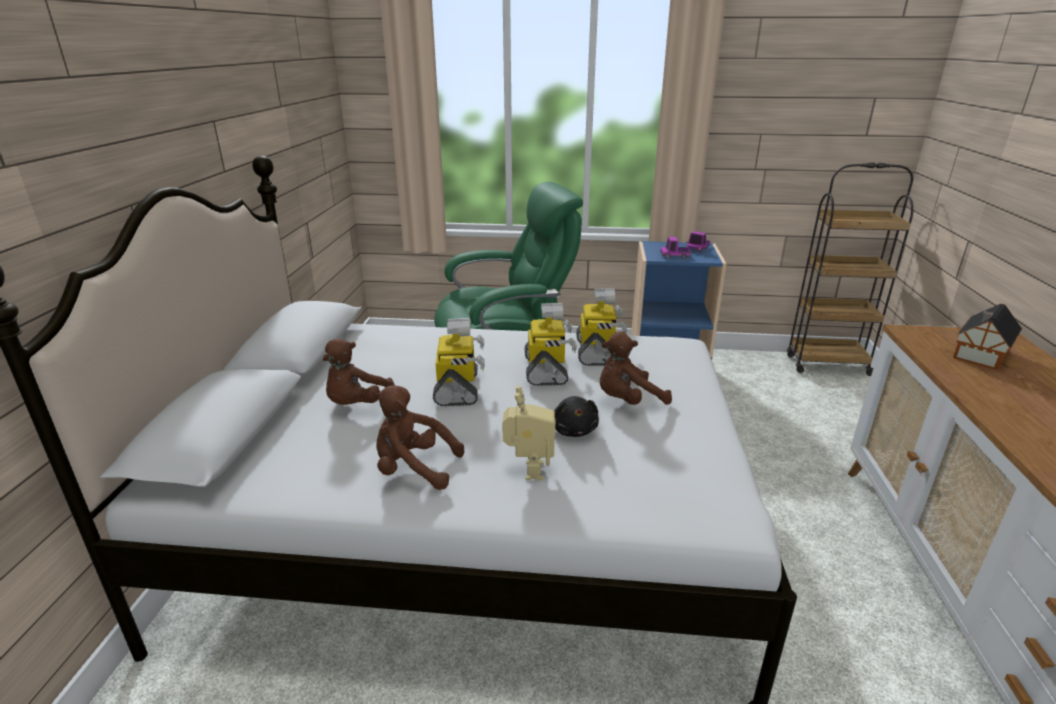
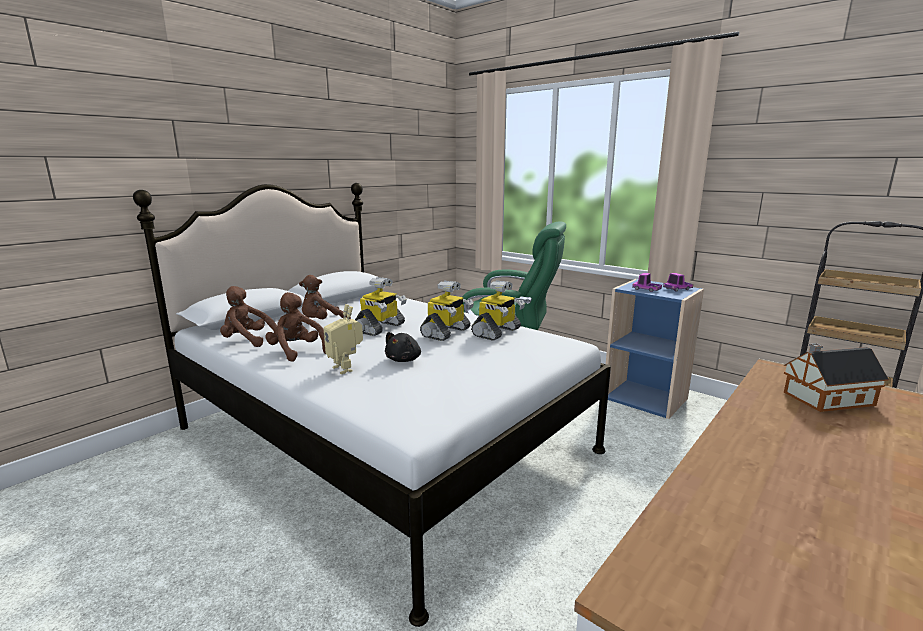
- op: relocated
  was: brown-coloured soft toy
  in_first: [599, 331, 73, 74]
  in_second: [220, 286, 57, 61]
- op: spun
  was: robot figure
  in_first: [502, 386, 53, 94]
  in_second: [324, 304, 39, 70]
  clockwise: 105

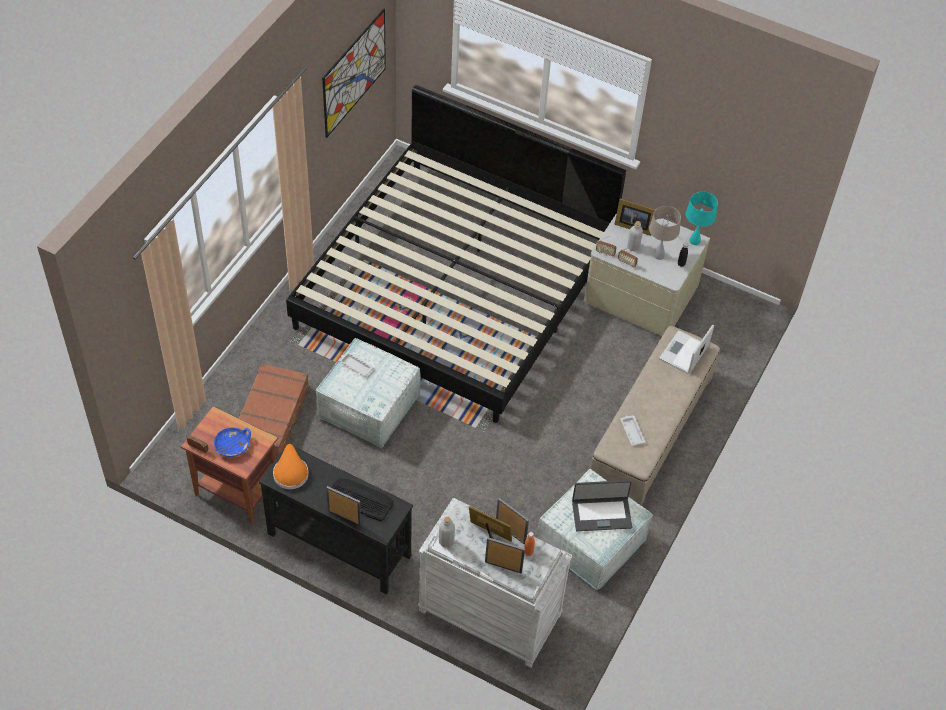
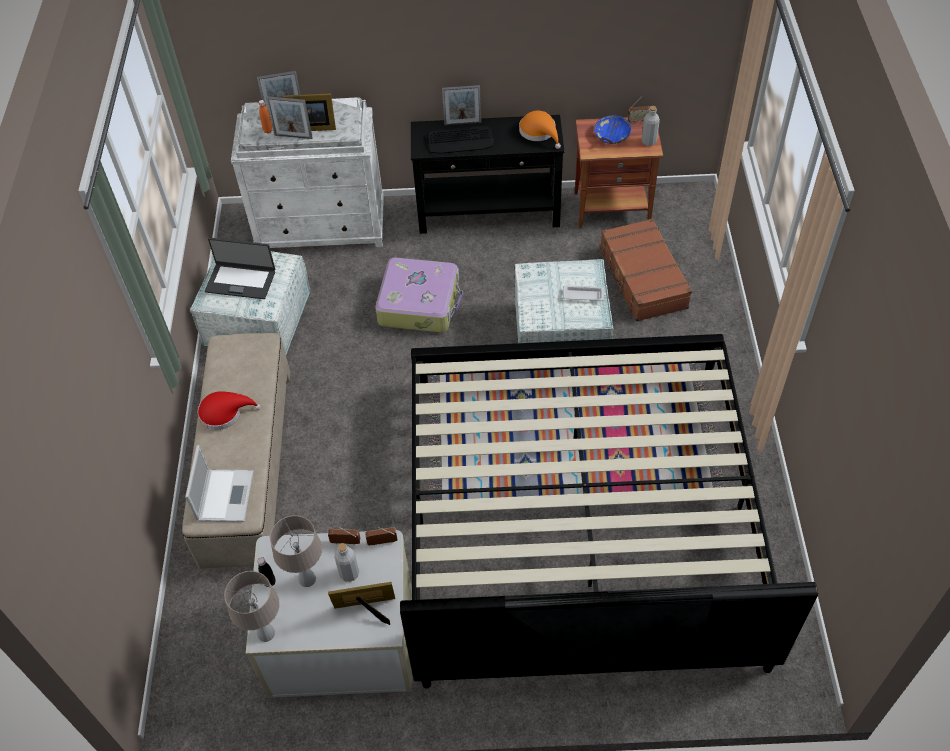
- op: missing
  was: picture
  in_first: [322, 9, 64, 129]
- op: missing
  was: white-coloured tray
  in_first: [620, 415, 25, 31]
- op: appeared
  now: red-coloured clothing hat
  in_second: [197, 391, 64, 39]
- op: appeared
  now: piece of luggage
  in_second: [375, 257, 88, 75]
- op: relocated
  was: gray drink bottle
  in_first: [439, 517, 16, 31]
  in_second: [642, 106, 18, 40]
- op: colour
  was: blue-green tabletop lamp
  now: beige tabletop lamp
  in_first: [686, 191, 32, 54]
  in_second: [224, 571, 56, 71]
- op: spun
  was: portable computer
  in_first: [572, 480, 60, 51]
  in_second: [205, 238, 70, 61]
  clockwise: -135

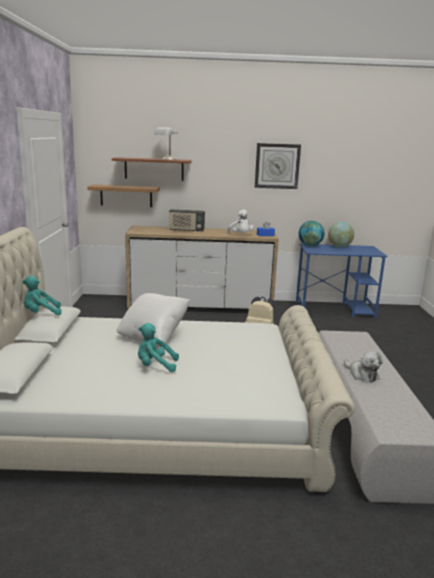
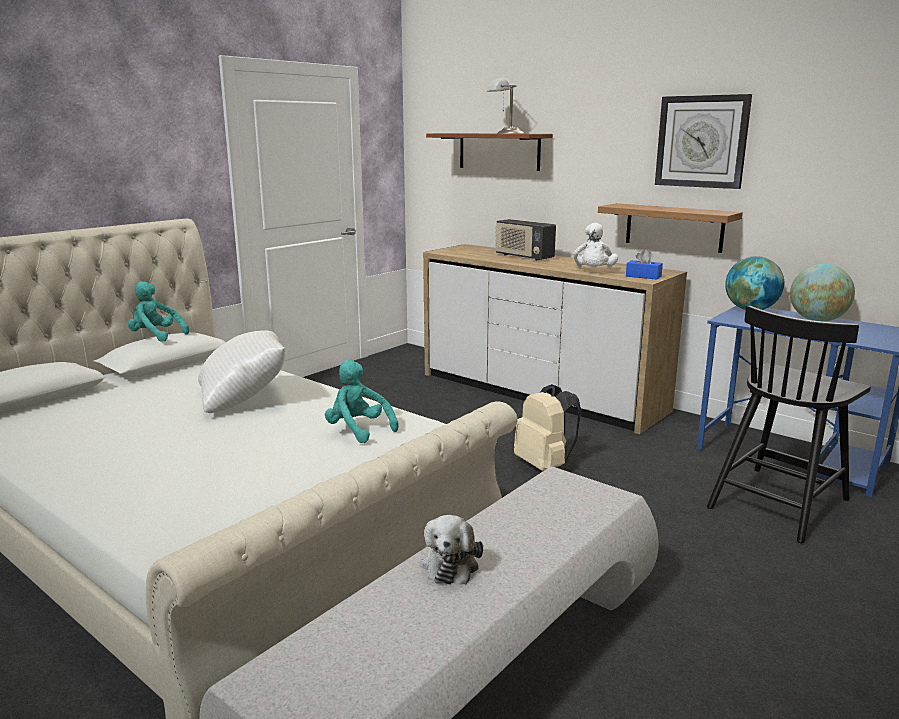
- op: appeared
  now: black-coloured plain chair
  in_second: [707, 306, 164, 237]
- op: relocated
  was: shelf
  in_first: [87, 185, 73, 22]
  in_second: [598, 203, 145, 50]
- op: relocated
  was: blue-green soft toy
  in_first: [138, 323, 41, 49]
  in_second: [325, 360, 74, 83]

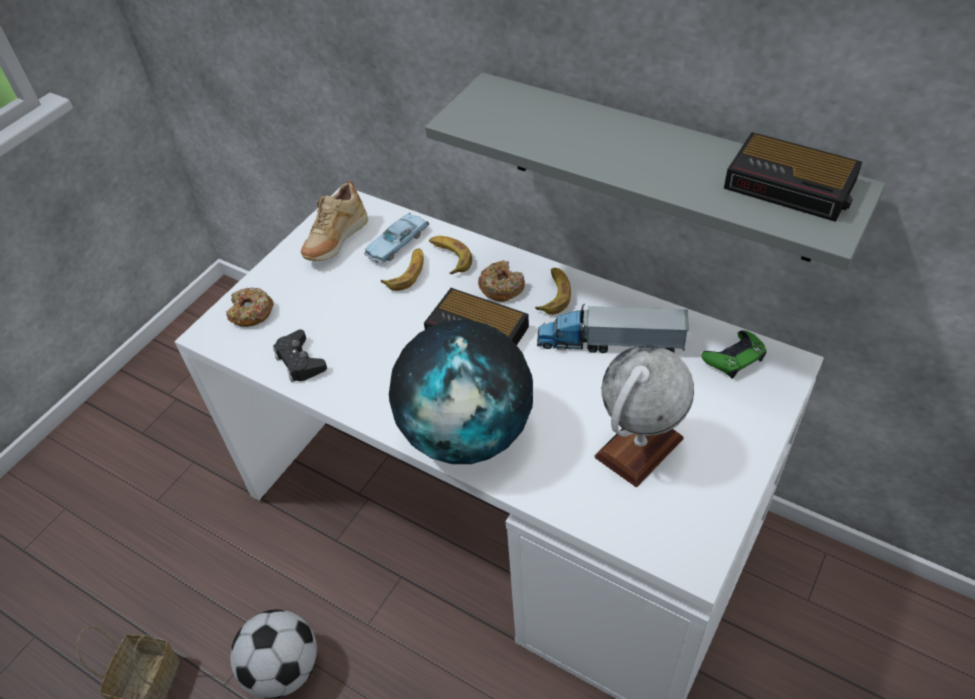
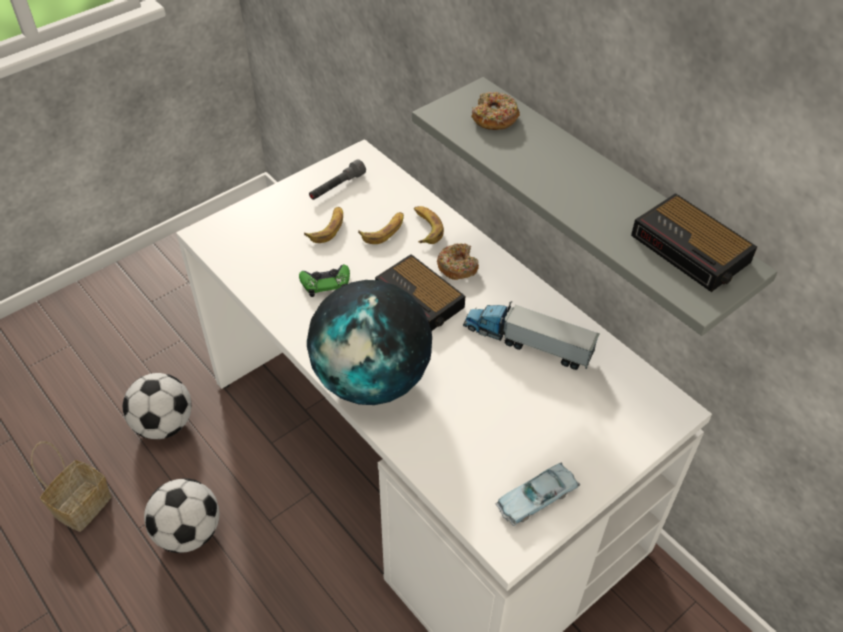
- op: missing
  was: black-coloured joypad
  in_first: [273, 330, 54, 52]
- op: missing
  was: world globe
  in_first: [594, 345, 100, 142]
- op: appeared
  now: ball for football
  in_second: [123, 373, 69, 66]
- op: relocated
  was: donut
  in_first: [226, 287, 48, 40]
  in_second: [471, 92, 49, 38]
- op: relocated
  was: blue model car
  in_first: [364, 213, 65, 51]
  in_second: [495, 463, 85, 63]
- op: relocated
  was: banana fruit
  in_first: [535, 268, 36, 47]
  in_second: [304, 207, 39, 36]
- op: relocated
  was: green-coloured joypad
  in_first: [702, 330, 65, 48]
  in_second: [299, 264, 51, 33]
- op: exchanged
  was: beige shoe
  now: gray flashlight
  in_first: [301, 181, 67, 80]
  in_second: [309, 159, 57, 41]

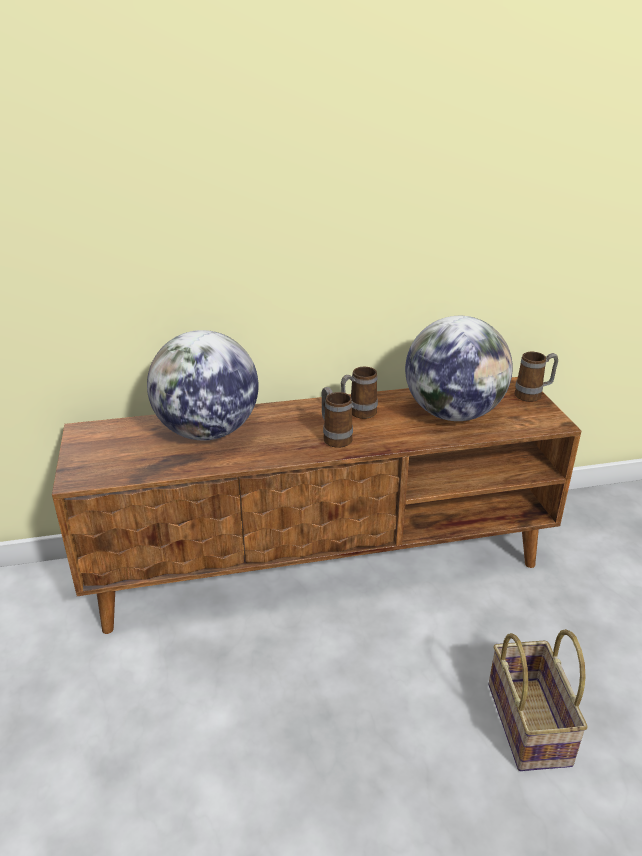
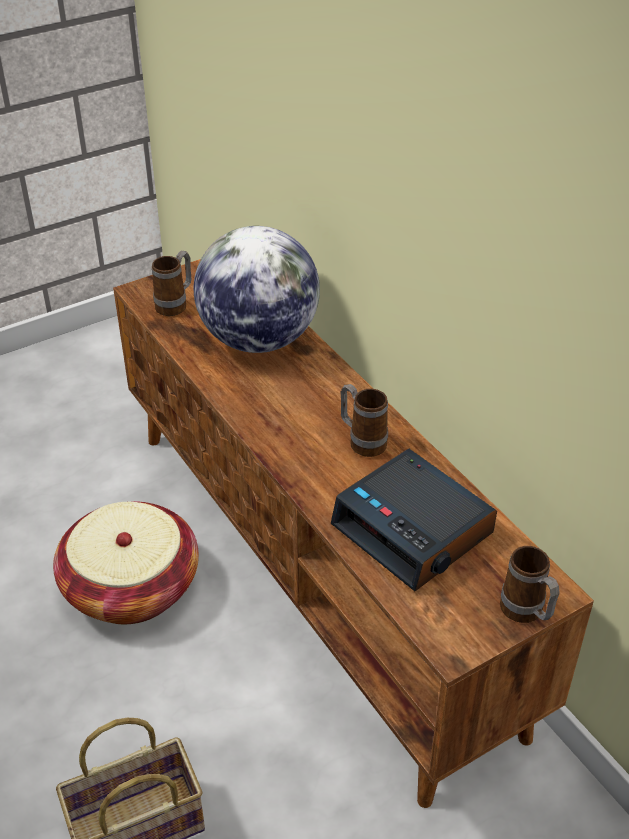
- op: appeared
  now: basket
  in_second: [53, 501, 146, 123]
- op: relocated
  was: mug
  in_first: [321, 387, 32, 61]
  in_second: [152, 251, 39, 65]
- op: exchanged
  was: world globe
  now: alarm clock
  in_first: [405, 316, 108, 105]
  in_second: [331, 449, 166, 142]

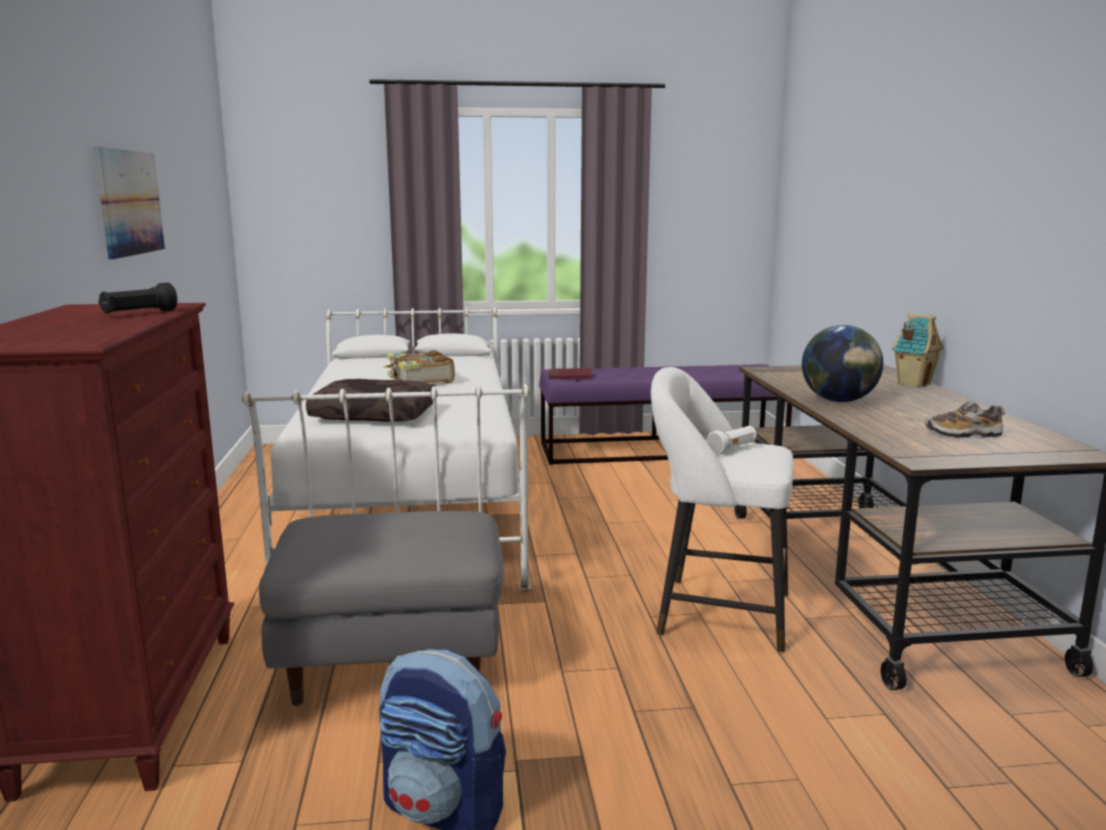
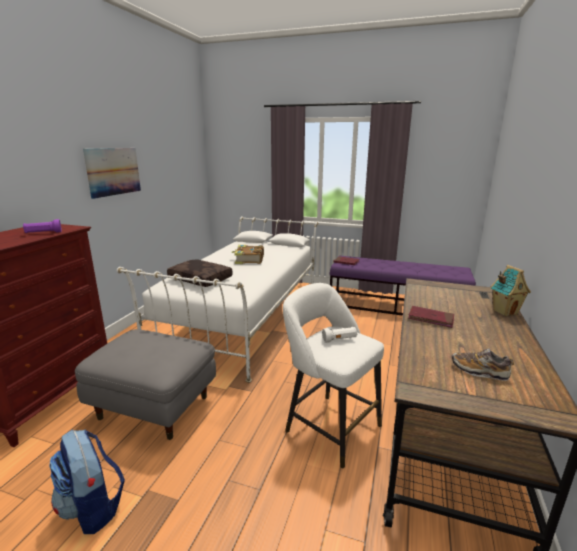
- op: exchanged
  was: world globe
  now: red-coloured volume
  in_first: [802, 325, 81, 77]
  in_second: [408, 306, 46, 22]
- op: colour
  was: black-coloured flashlight
  now: purple-coloured flashlight
  in_first: [98, 282, 79, 31]
  in_second: [23, 219, 39, 14]

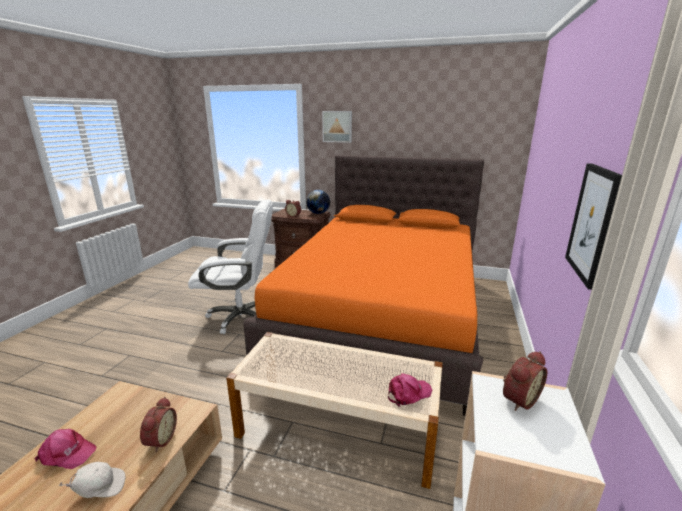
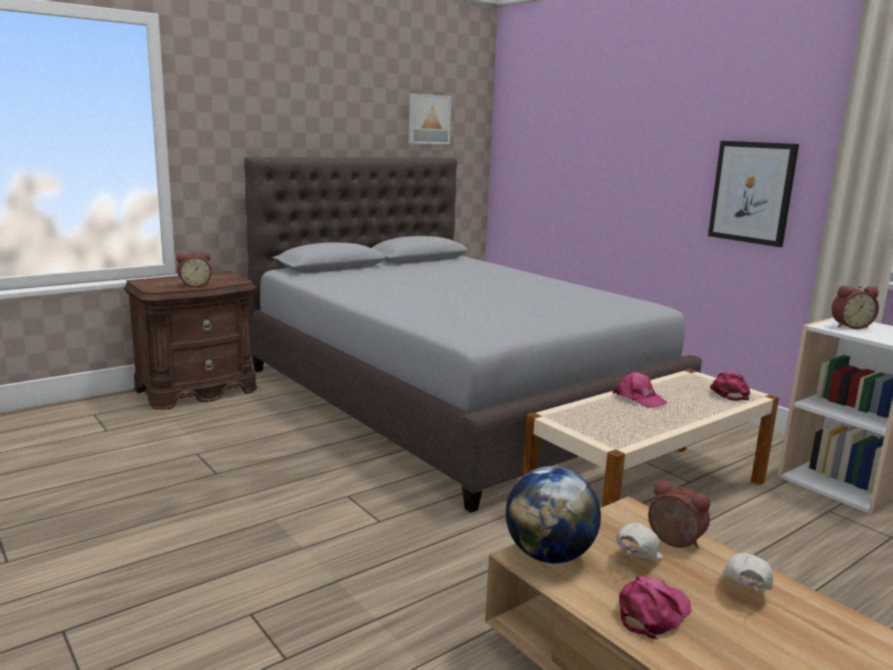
- op: missing
  was: white-coloured computer chair
  in_first: [188, 199, 85, 135]
- op: appeared
  now: pink baseball cap
  in_second: [613, 372, 55, 36]
- op: appeared
  now: white-coloured baseball cap
  in_second: [616, 523, 47, 37]
- op: relocated
  was: world globe
  in_first: [306, 190, 24, 24]
  in_second: [506, 466, 95, 97]
- op: relocated
  was: picture
  in_first: [322, 111, 30, 32]
  in_second: [409, 94, 42, 50]
- op: colour
  was: orangey sleeping bed
  now: gray sleeping bed
  in_first: [244, 155, 240, 261]
  in_second: [244, 157, 458, 356]
- op: spun
  was: alarm clock
  in_first: [503, 351, 44, 60]
  in_second: [831, 286, 48, 43]
  clockwise: 90

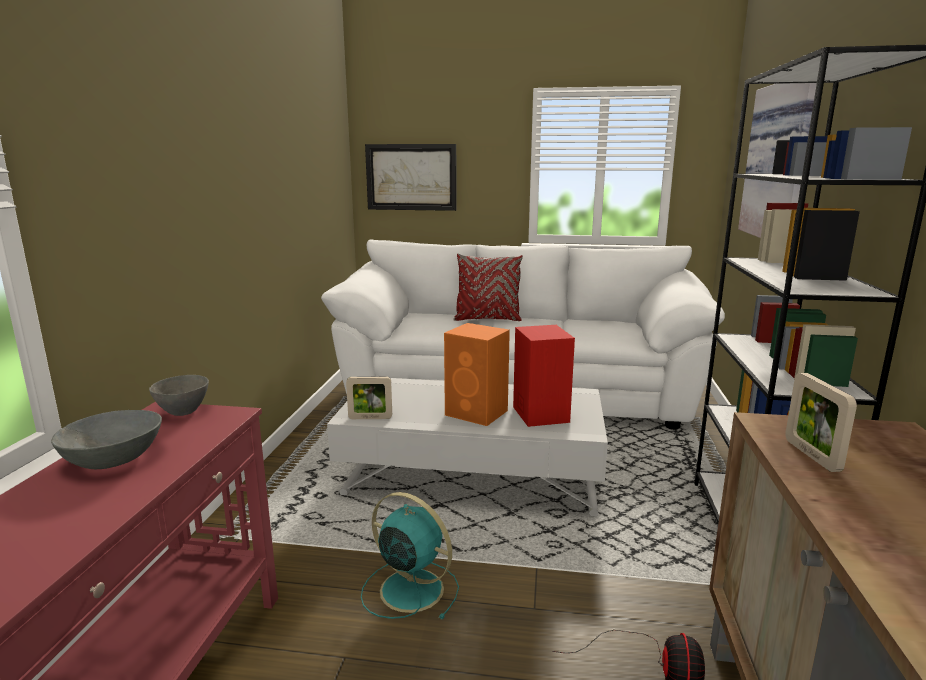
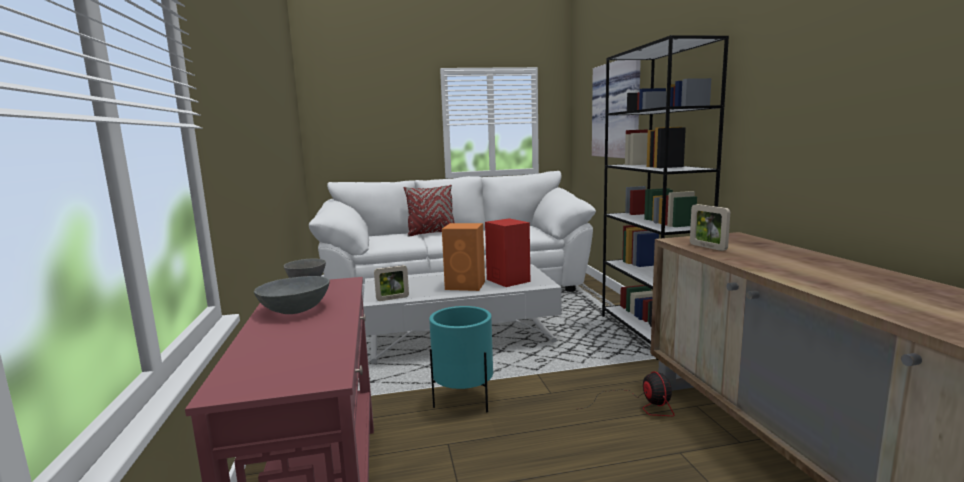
- op: missing
  was: picture
  in_first: [365, 144, 92, 67]
- op: exchanged
  was: blue-green cooling fan
  now: blue-green flower pot
  in_first: [361, 492, 98, 127]
  in_second: [429, 306, 64, 106]

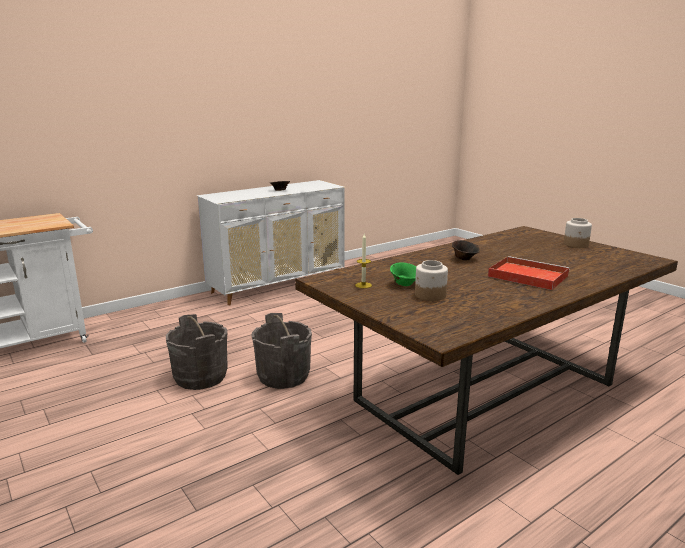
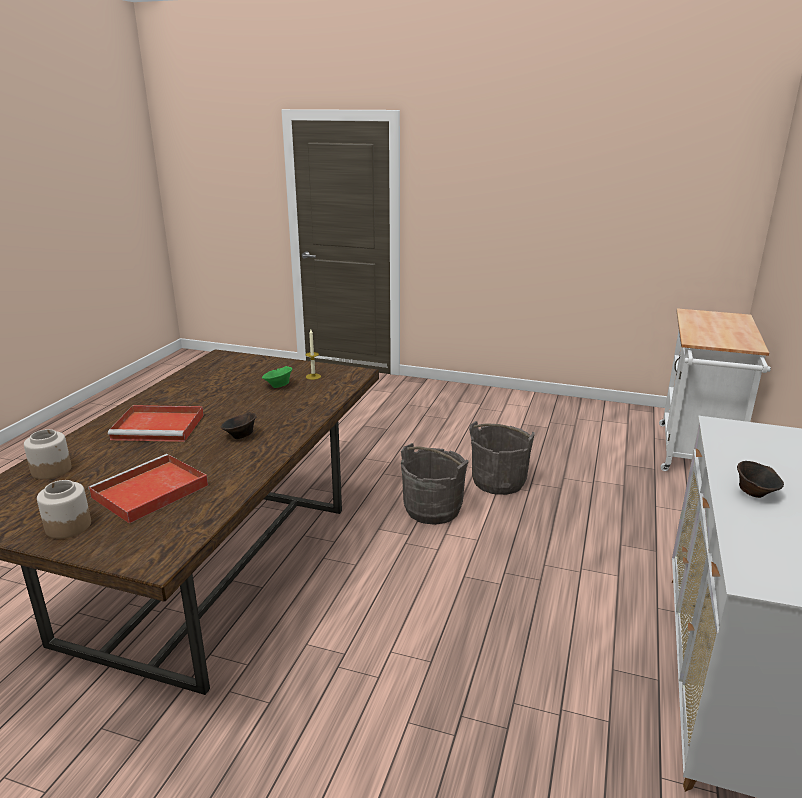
- op: appeared
  now: red-coloured tray
  in_second: [88, 454, 120, 70]
- op: relocated
  was: preserve jar
  in_first: [415, 260, 33, 41]
  in_second: [24, 429, 48, 50]

